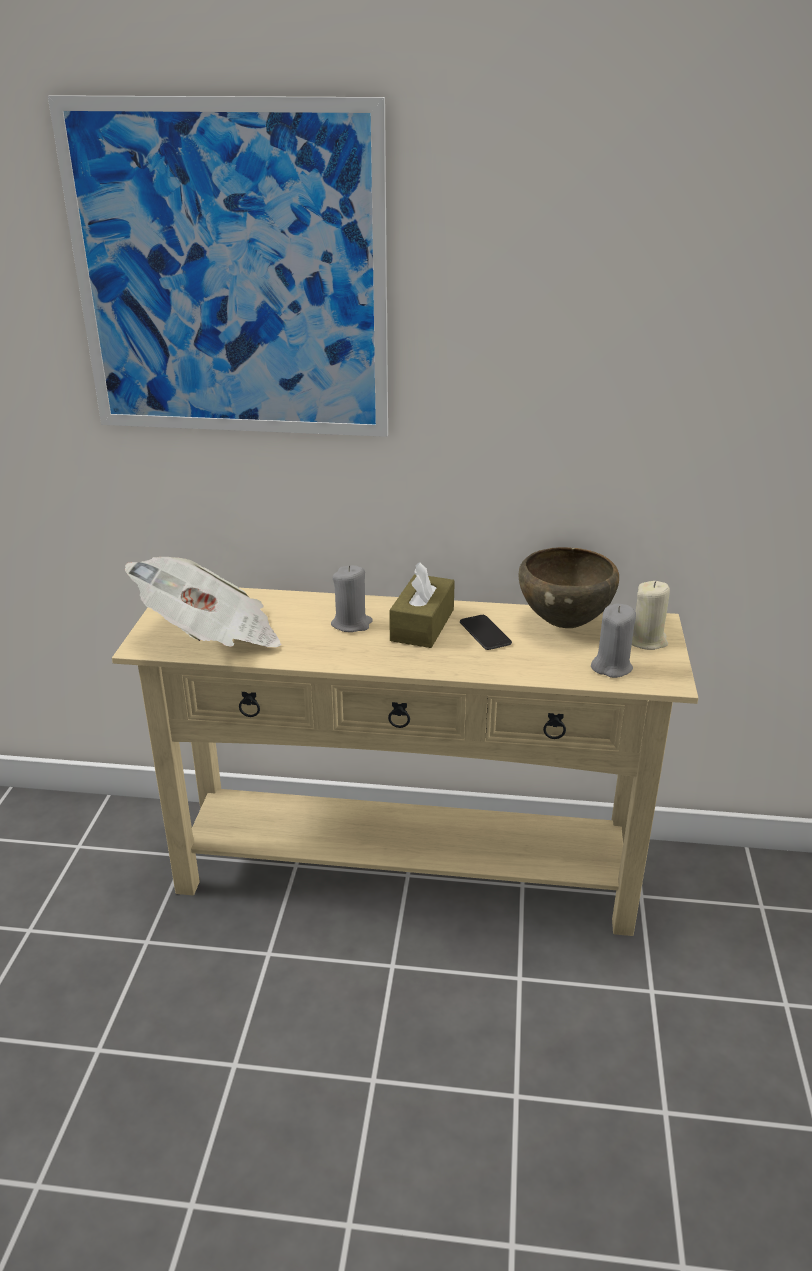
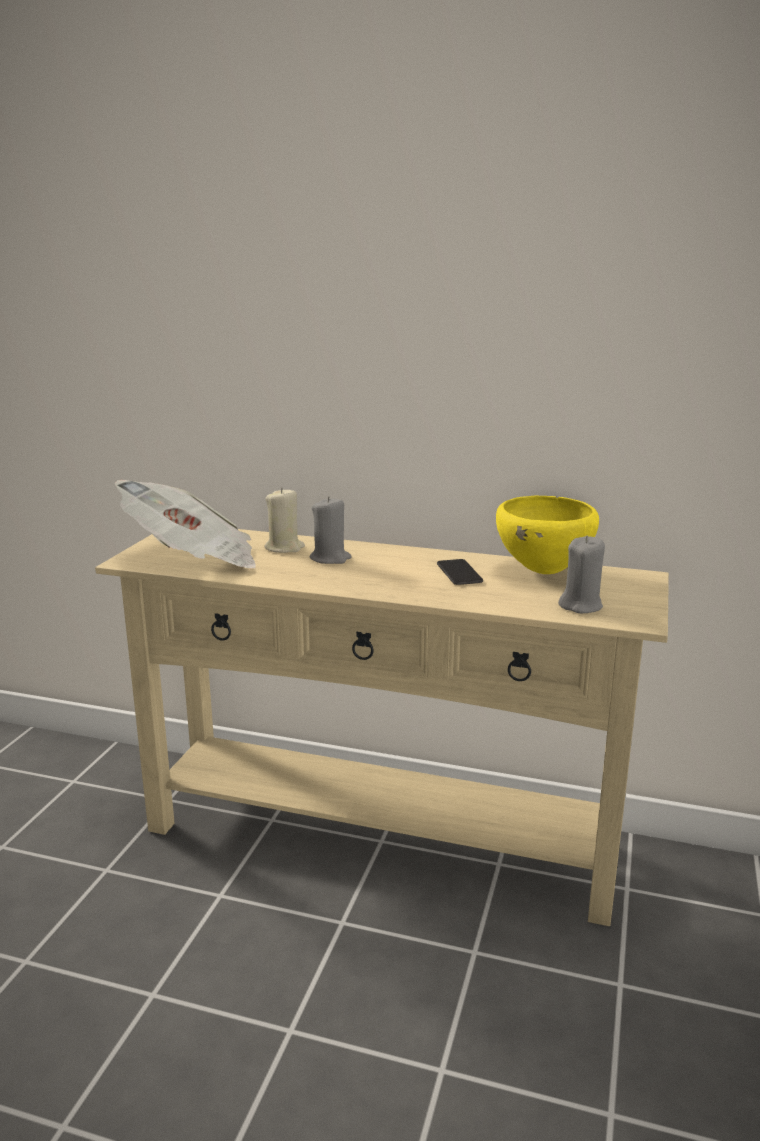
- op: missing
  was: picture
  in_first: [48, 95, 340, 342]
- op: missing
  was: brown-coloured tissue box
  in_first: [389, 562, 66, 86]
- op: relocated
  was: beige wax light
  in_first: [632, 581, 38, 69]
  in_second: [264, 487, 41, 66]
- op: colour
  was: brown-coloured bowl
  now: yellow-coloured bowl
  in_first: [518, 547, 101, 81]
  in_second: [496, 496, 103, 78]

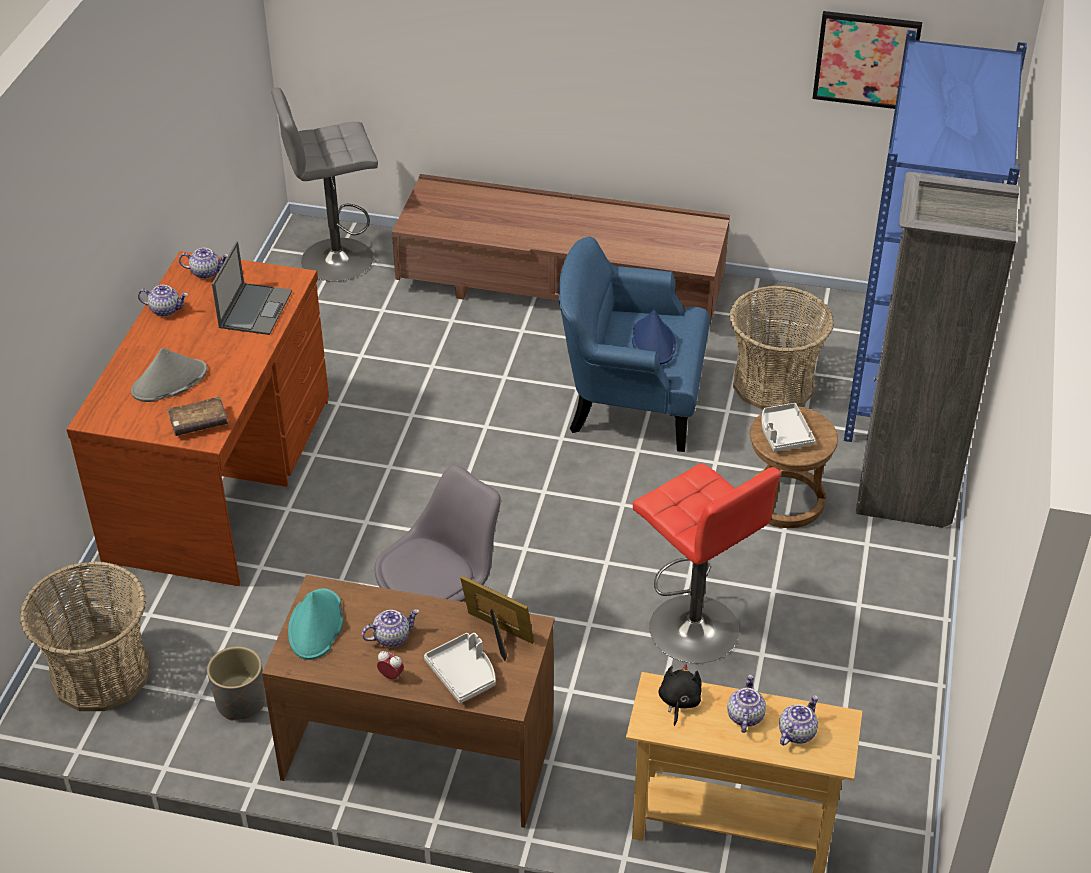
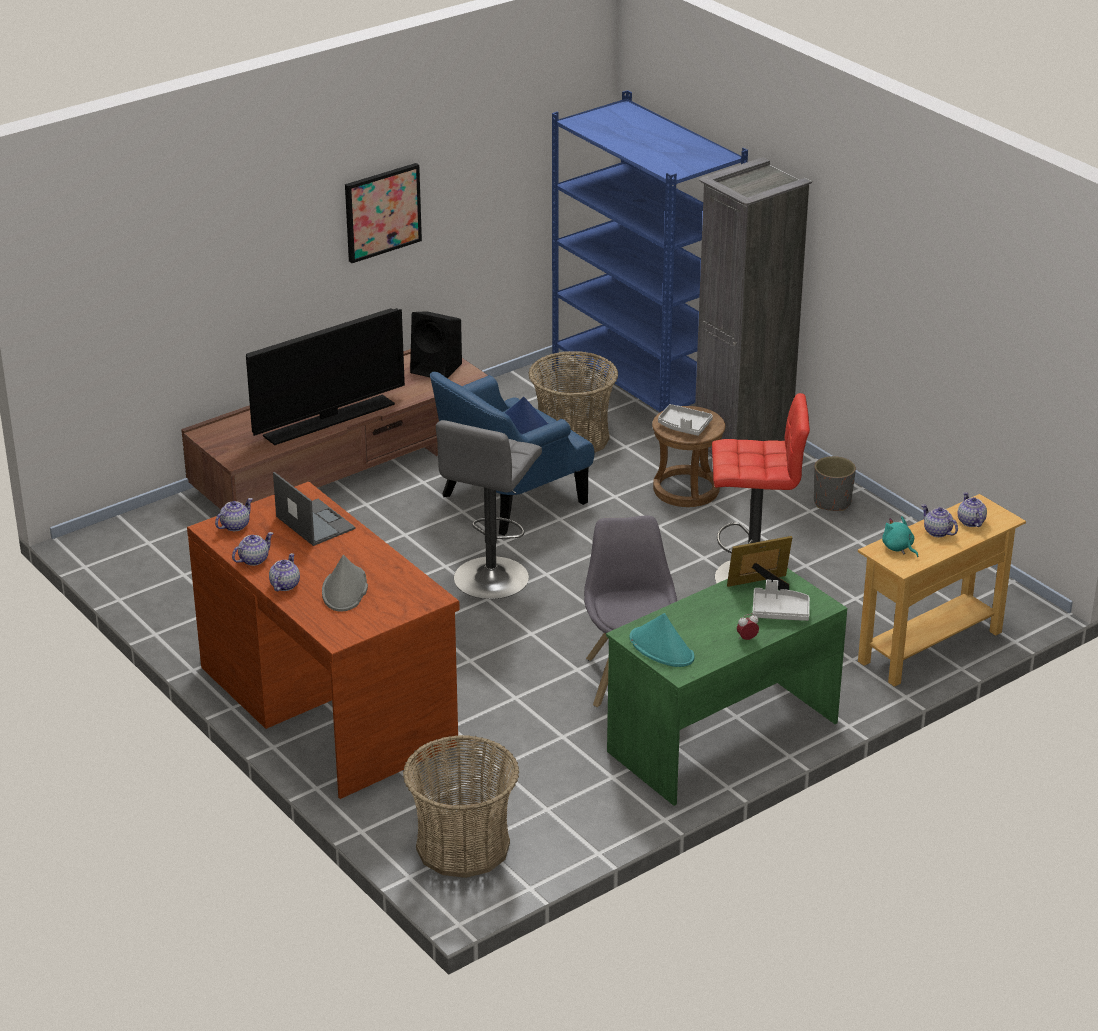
- op: missing
  was: brown-coloured volume
  in_first: [167, 396, 61, 40]
- op: appeared
  now: TV set
  in_second: [246, 308, 159, 137]
- op: appeared
  now: black-coloured speaker
  in_second: [410, 311, 52, 67]
- op: relocated
  was: gray flower pot
  in_first: [207, 646, 58, 75]
  in_second: [814, 456, 42, 55]
- op: relocated
  was: gray stool
  in_first: [271, 88, 107, 193]
  in_second: [436, 420, 106, 179]
- op: relocated
  was: teapot
  in_first: [362, 609, 57, 38]
  in_second: [269, 553, 31, 38]
- op: relocated
  was: picture
  in_first: [812, 11, 110, 98]
  in_second: [345, 163, 77, 100]
- op: colour
  was: brown-coloured desk table
  now: green-coloured desk table
  in_first: [262, 575, 293, 253]
  in_second: [606, 568, 241, 238]
- op: colour
  was: black-coloured soft toy
  now: blue-green soft toy
  in_first: [659, 663, 43, 63]
  in_second: [882, 516, 36, 41]

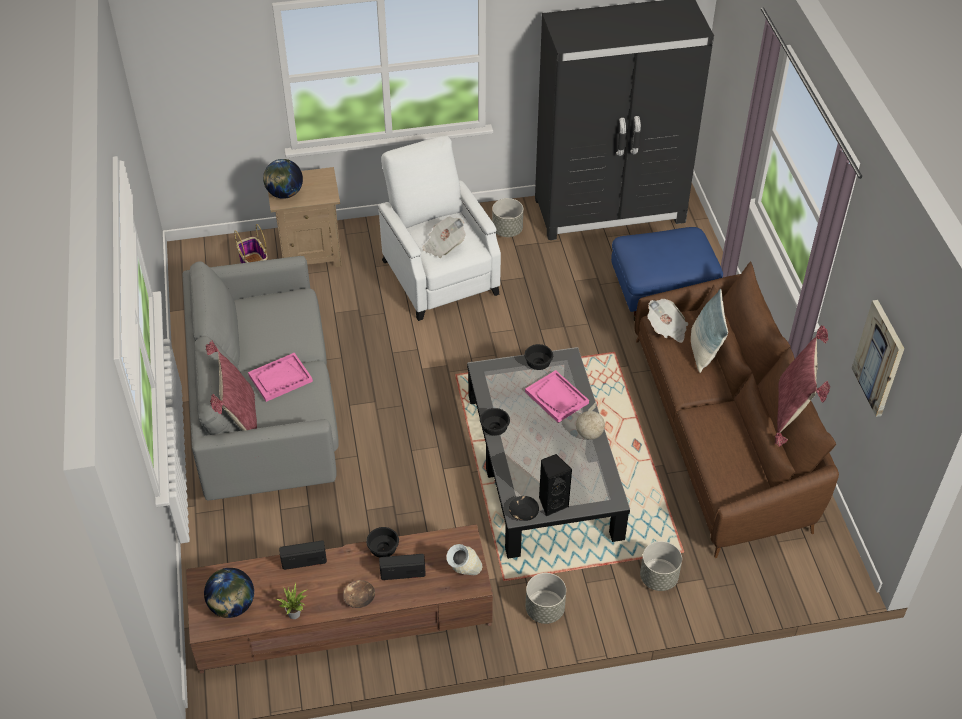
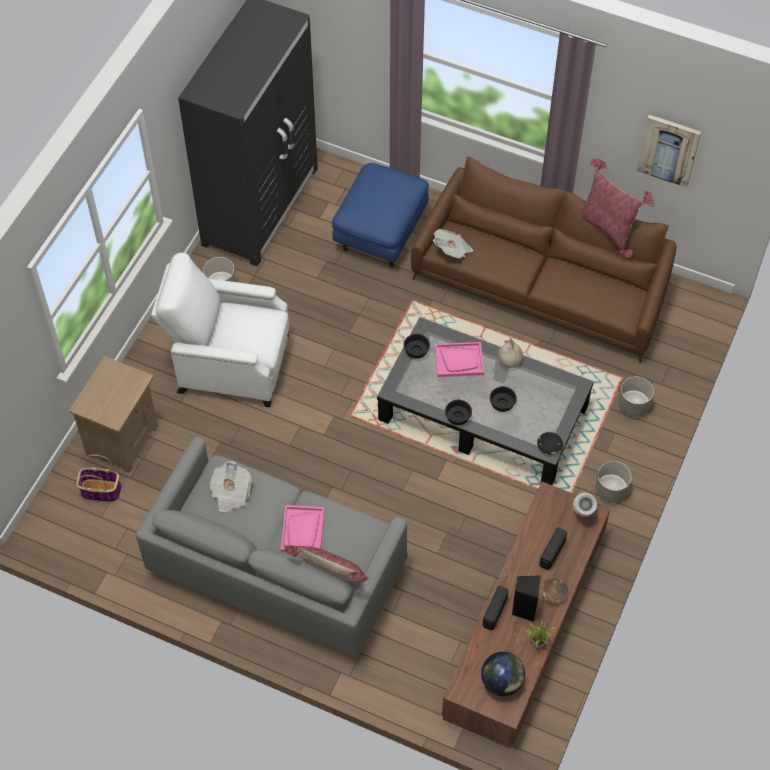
- op: missing
  was: world globe
  in_first: [263, 159, 40, 40]
- op: missing
  was: pillow
  in_first: [691, 289, 37, 84]
- op: relocated
  was: black-coloured bowl
  in_first: [366, 527, 33, 30]
  in_second: [490, 386, 27, 26]
- op: relocated
  was: printed paper
  in_first: [422, 216, 44, 42]
  in_second: [209, 461, 43, 52]
- op: relocated
  was: black-coloured speaker
  in_first: [539, 454, 33, 62]
  in_second: [512, 575, 29, 47]

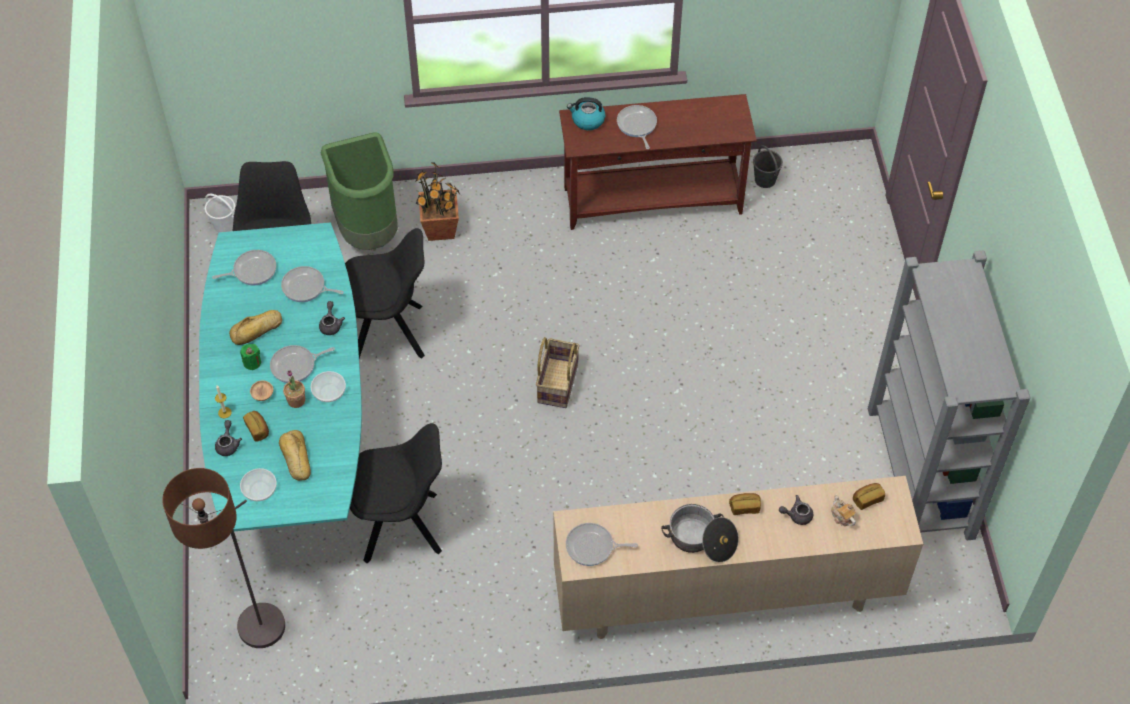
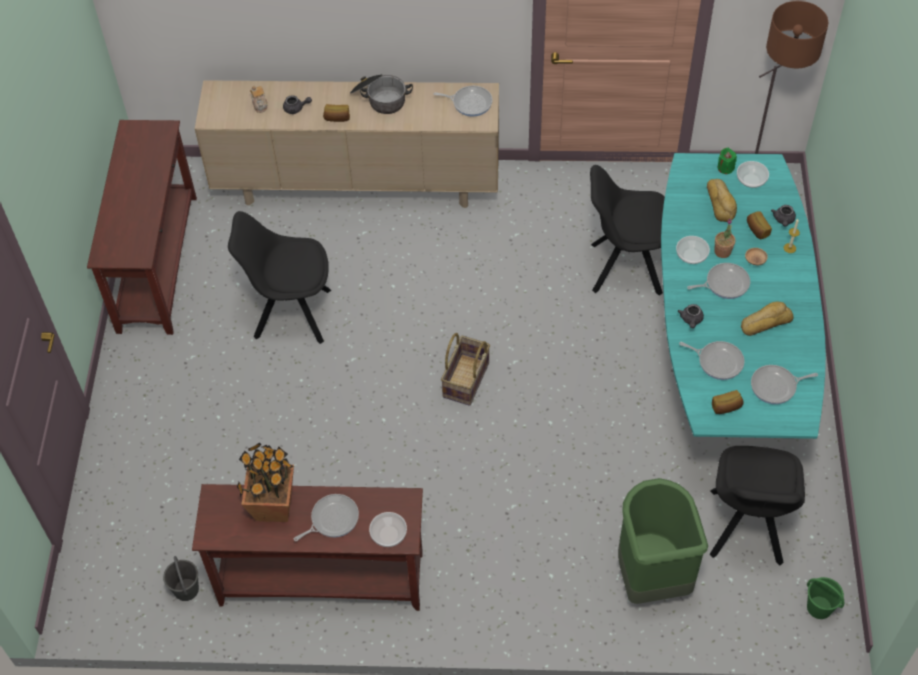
- op: relocated
  was: green-coloured wax light
  in_first: [240, 344, 21, 27]
  in_second: [718, 148, 19, 26]
- op: relocated
  was: black-coloured plain chair
  in_first: [345, 228, 80, 131]
  in_second: [228, 211, 103, 133]
- op: relocated
  was: potted plant
  in_first: [415, 162, 45, 79]
  in_second: [237, 443, 57, 79]
- op: relocated
  was: baked bread
  in_first: [853, 483, 32, 27]
  in_second: [712, 390, 32, 24]
- op: exchanged
  was: water kettle
  now: bowl
  in_first: [567, 97, 38, 33]
  in_second: [369, 512, 38, 35]
- op: exchanged
  was: gray bookshelf
  now: brown-coloured console table
  in_first: [868, 250, 163, 290]
  in_second: [87, 120, 110, 215]
- op: colour
  was: white-coloured pail
  now: green-coloured pail
  in_first: [205, 194, 30, 39]
  in_second: [807, 577, 38, 42]
- op: spun
  was: pan
  in_first: [617, 105, 40, 44]
  in_second: [294, 494, 65, 47]
  clockwise: -120

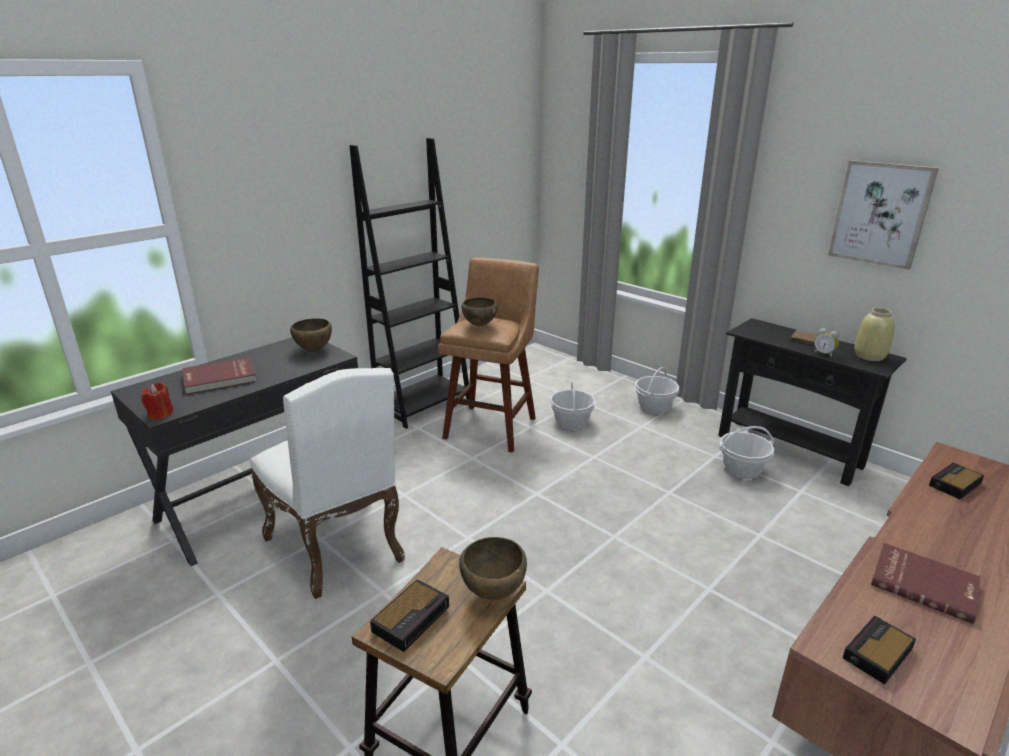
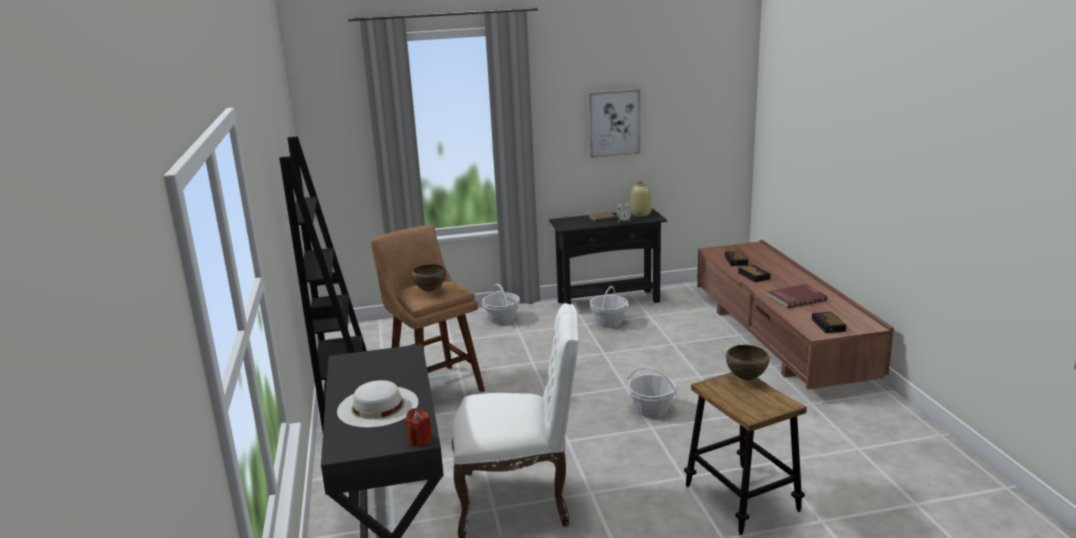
- op: missing
  was: brown-coloured bowl
  in_first: [290, 318, 42, 34]
- op: relocated
  was: alarm clock
  in_first: [370, 579, 79, 73]
  in_second: [738, 265, 33, 17]
- op: relocated
  was: basket
  in_first: [550, 380, 46, 50]
  in_second: [627, 366, 50, 52]
- op: exchanged
  was: red-coloured volume
  now: white-coloured clothing hat
  in_first: [183, 357, 74, 37]
  in_second: [337, 380, 81, 48]

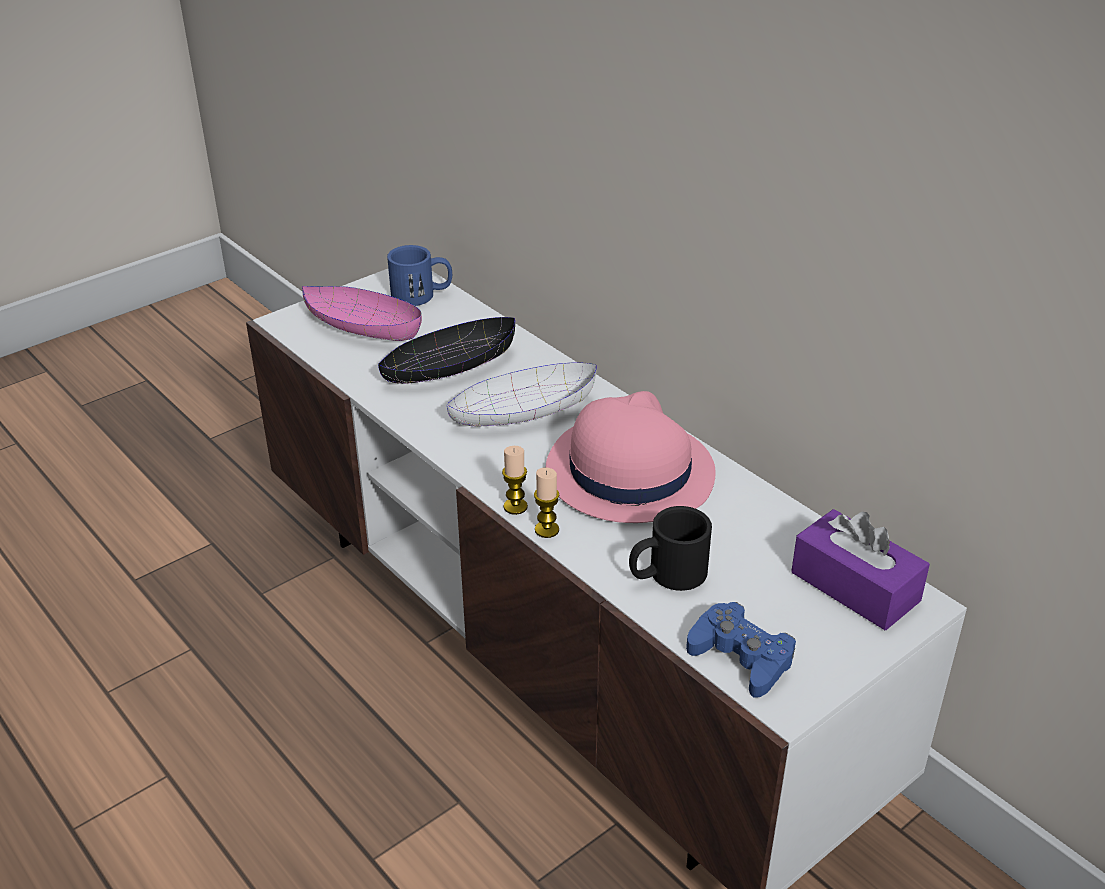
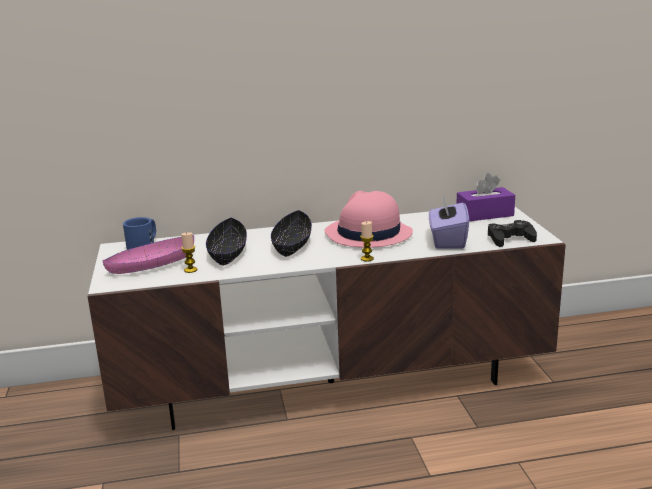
- op: relocated
  was: wax light
  in_first: [534, 468, 25, 70]
  in_second: [181, 232, 17, 41]
- op: exchanged
  was: black-coloured mug
  now: purple-coloured tissue box
  in_first: [629, 506, 83, 85]
  in_second: [429, 195, 40, 54]
- op: colour
  was: white-coloured bowl
  now: black-coloured bowl
  in_first: [447, 362, 150, 65]
  in_second: [271, 210, 41, 47]
- op: colour
  was: blue joypad
  now: black-coloured joypad
  in_first: [686, 602, 110, 96]
  in_second: [488, 220, 49, 27]

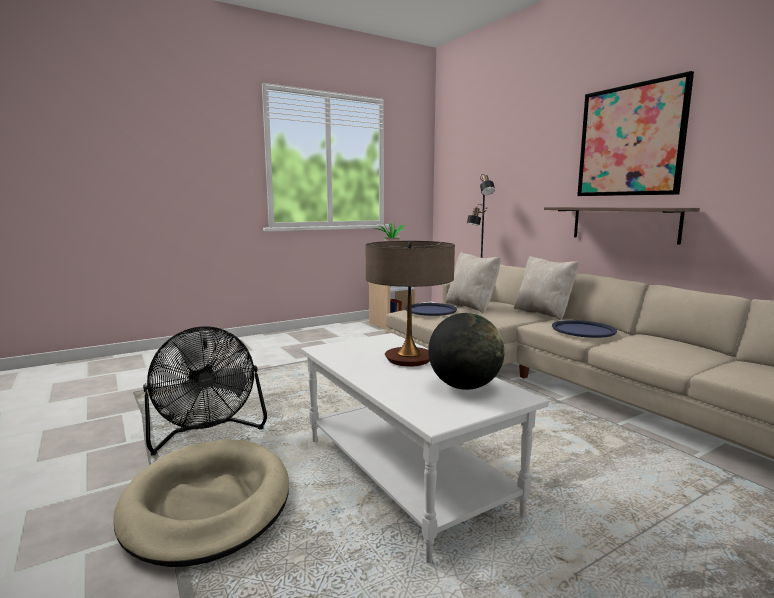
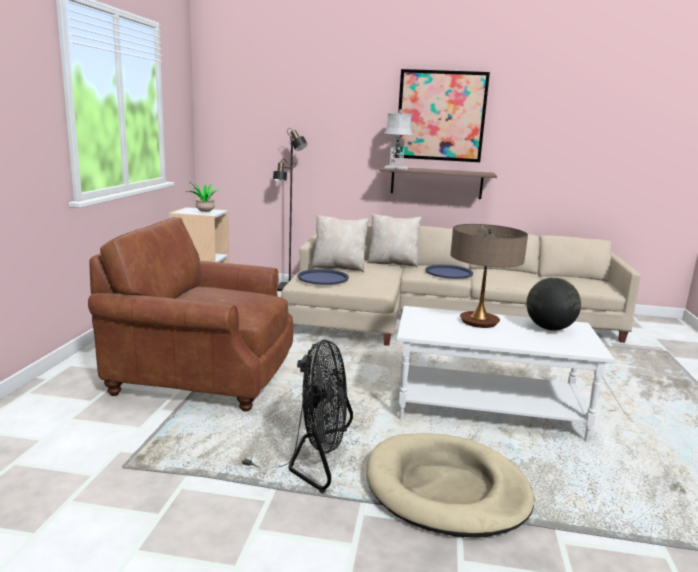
- op: appeared
  now: brown-coloured easy chair
  in_second: [88, 217, 205, 194]
- op: appeared
  now: gray tabletop lamp
  in_second: [384, 109, 29, 61]

